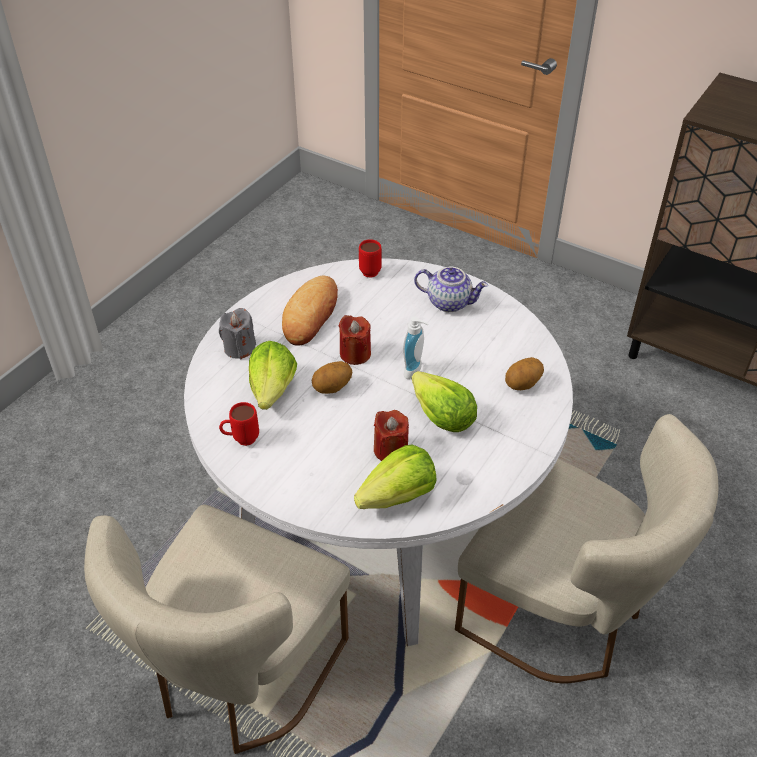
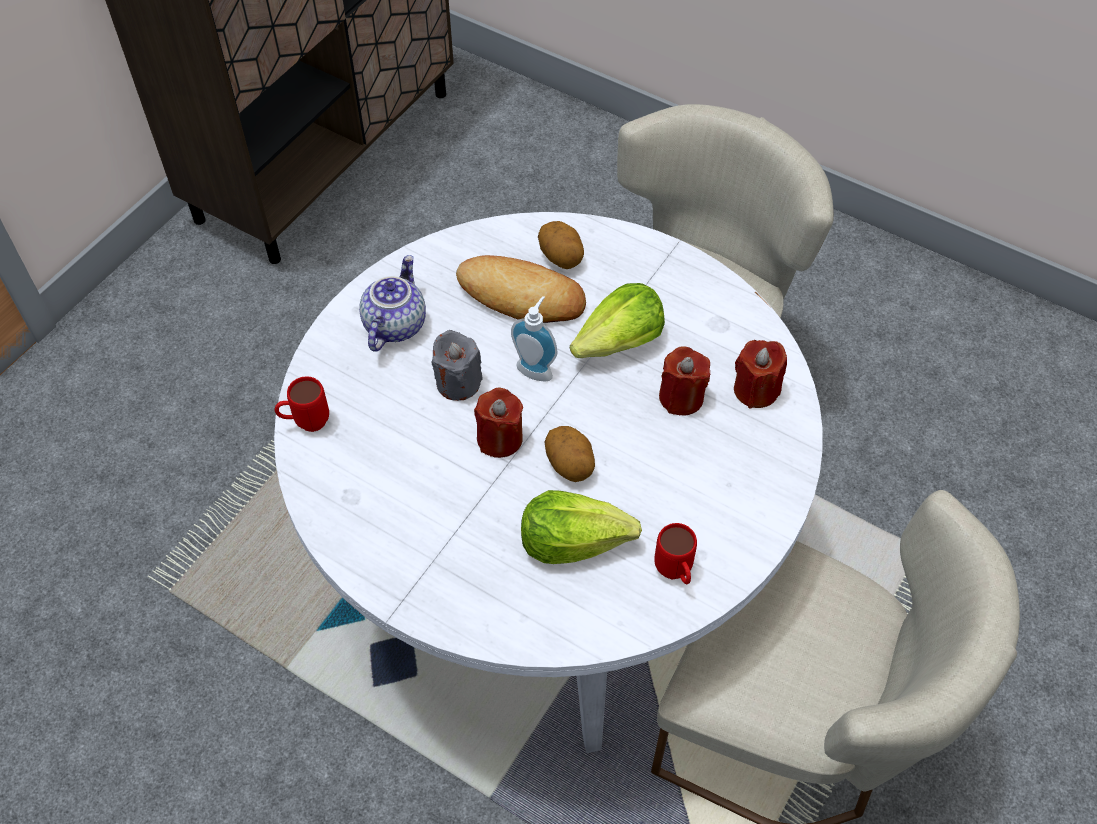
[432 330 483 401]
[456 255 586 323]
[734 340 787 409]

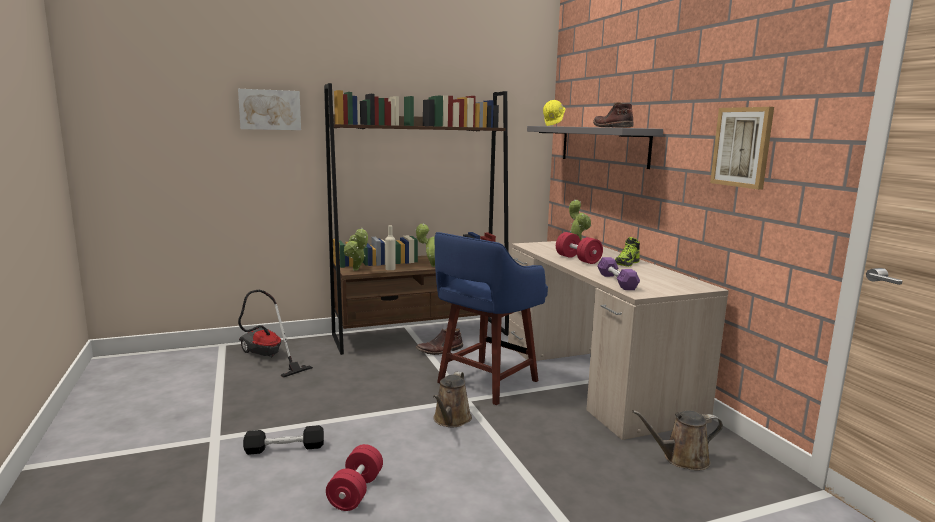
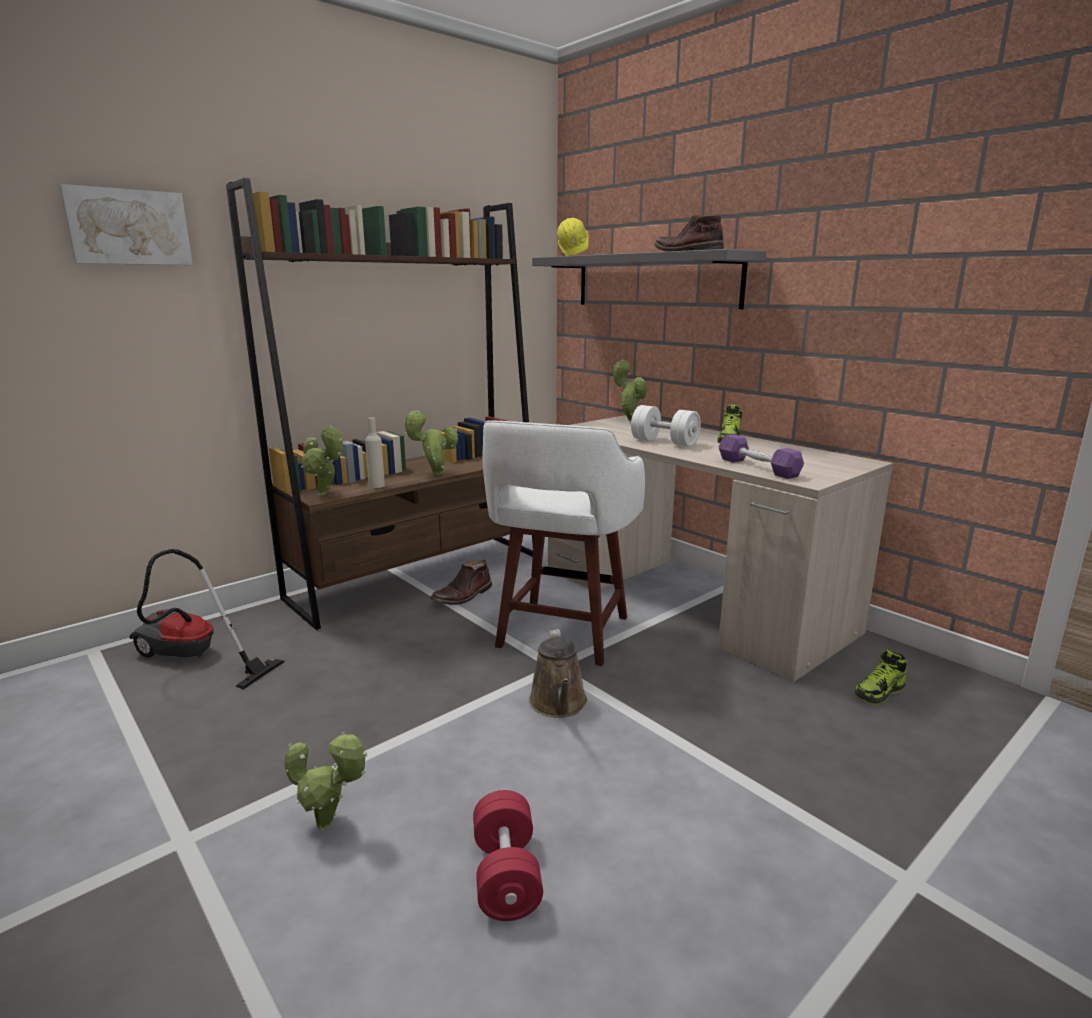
[710 107 774 190] (first image)
[284 731 367 831]
[855 650 907 705]
[483 420 645 666]
[631 405 701 447]

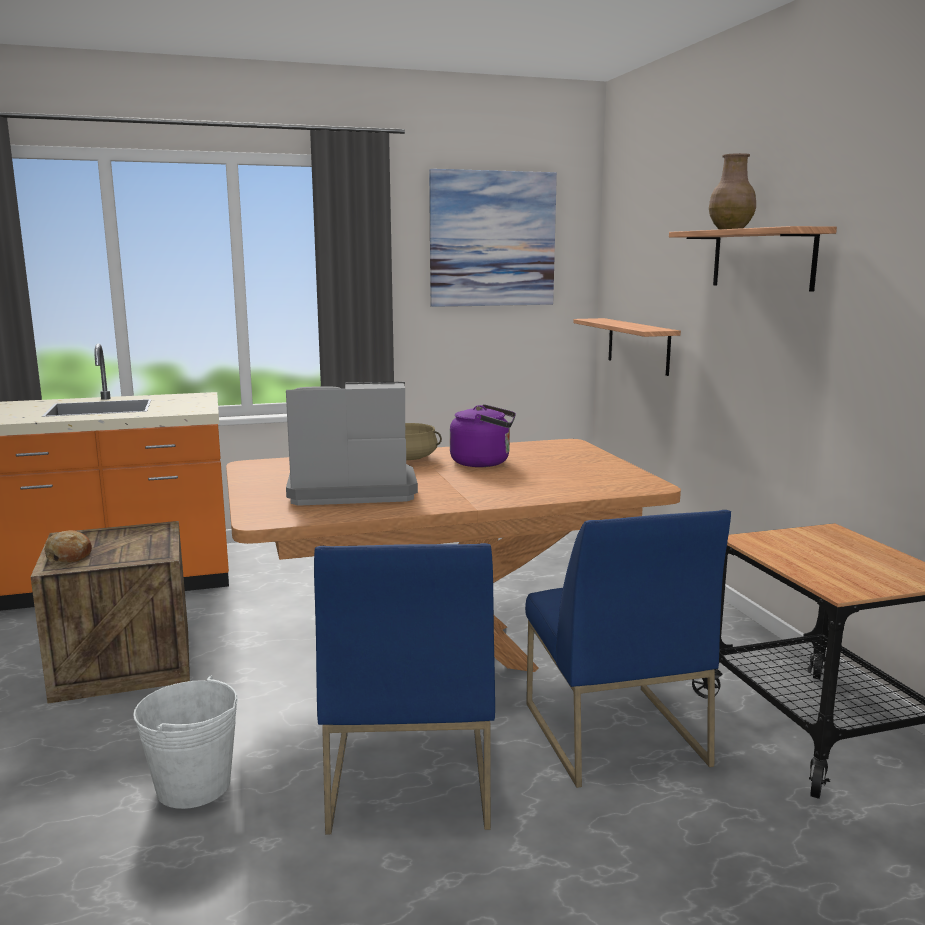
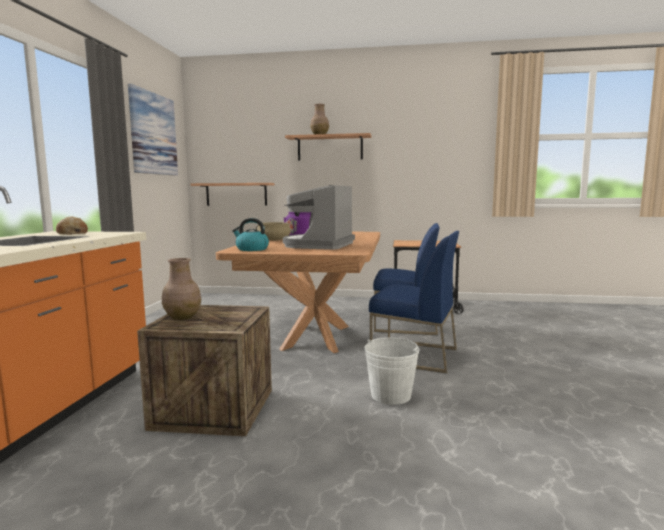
[162 258 201 320]
[232 218 269 251]
[56 216 88 234]

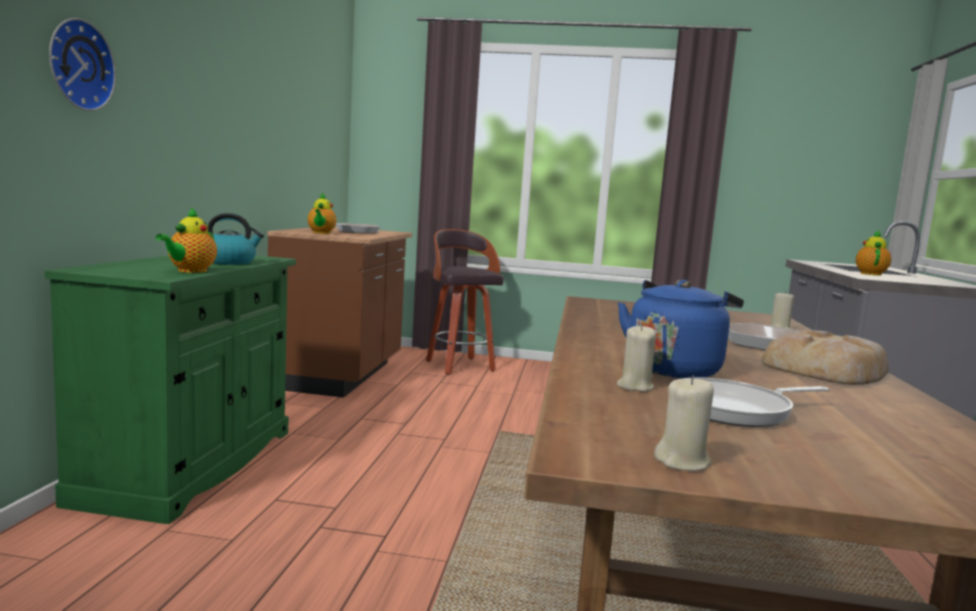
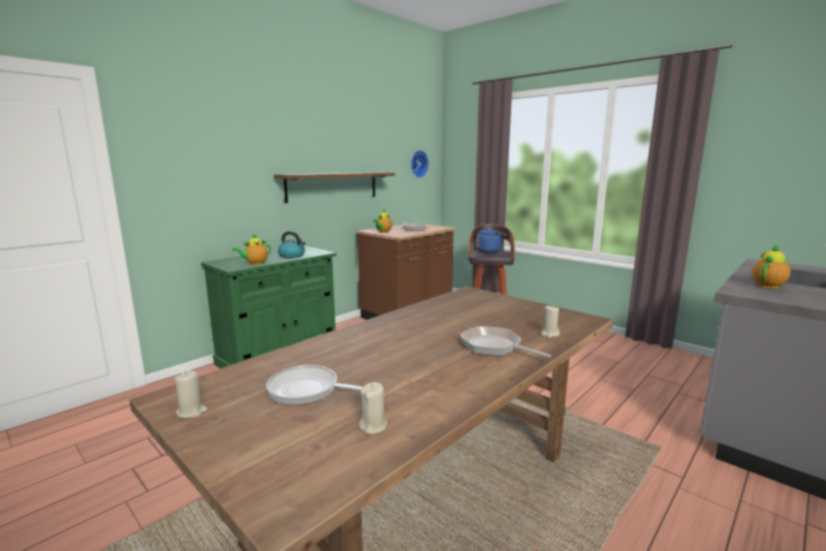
[761 330 889 385] (first image)
[274 172 395 203]
[411 150 429 178]
[358 382 387 434]
[476 228 506 253]

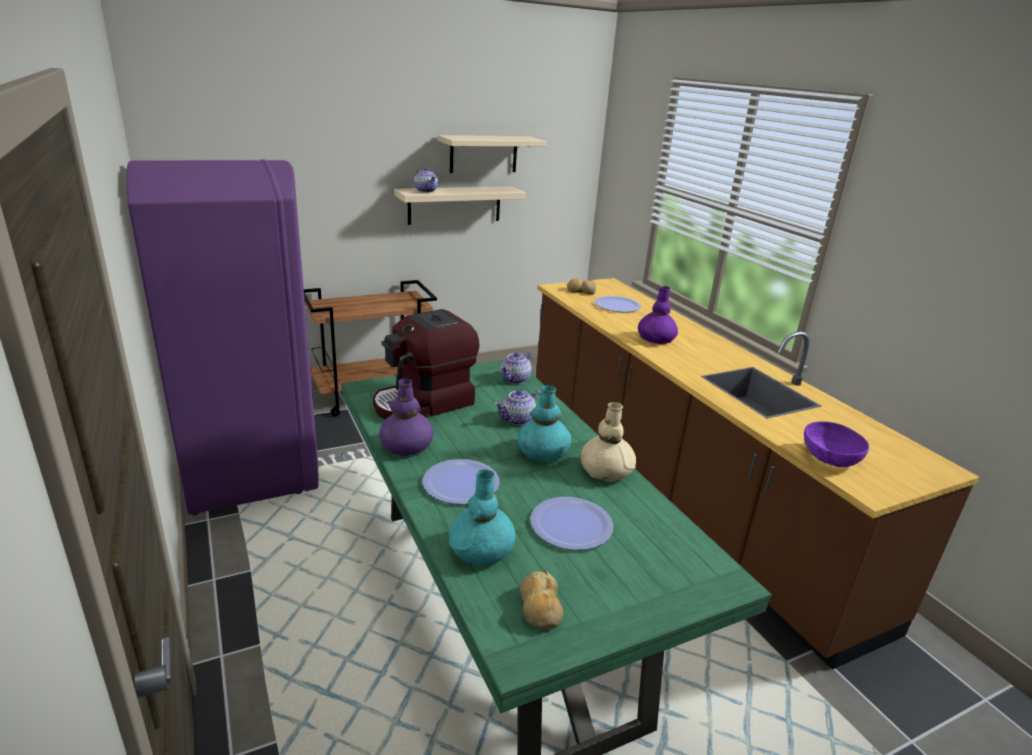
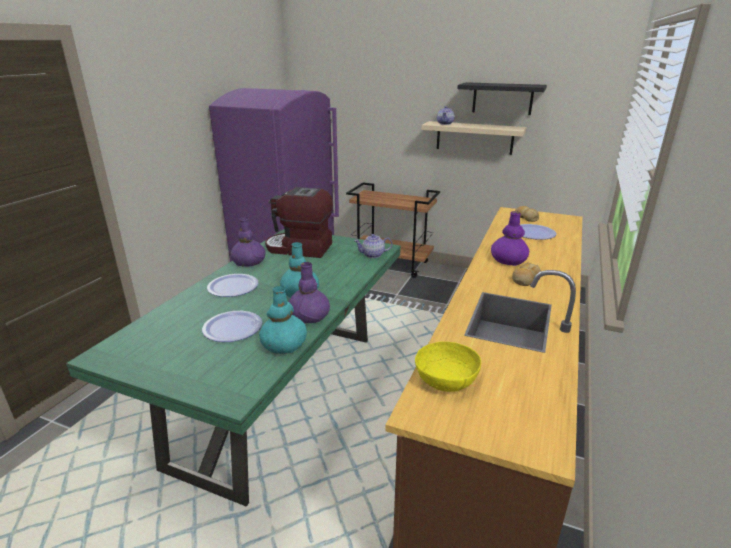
[494 389 541 425] (first image)
[259 286 307 354]
[512 262 541 286]
[457 82 547 115]
[289 262 330 323]
[415 341 481 392]

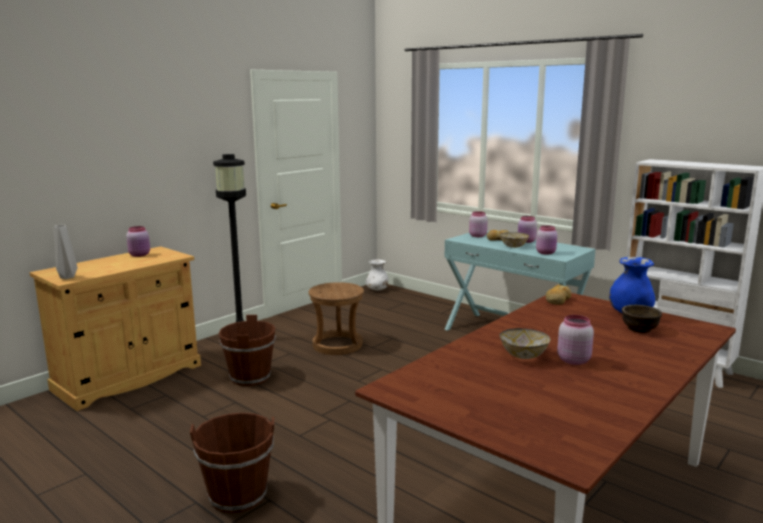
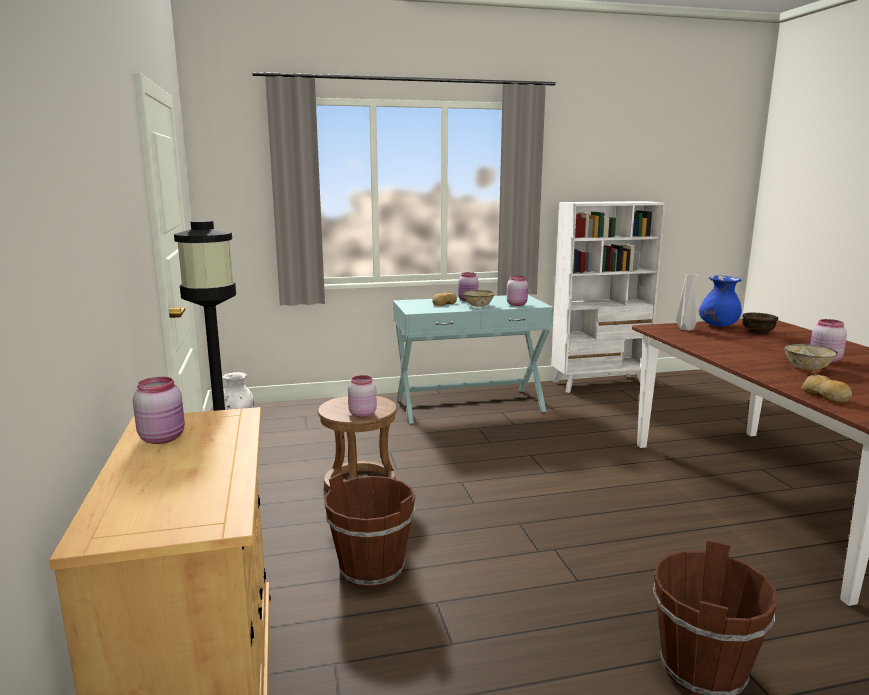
[676 274 698 331]
[348 375 377 417]
[801 374 852 403]

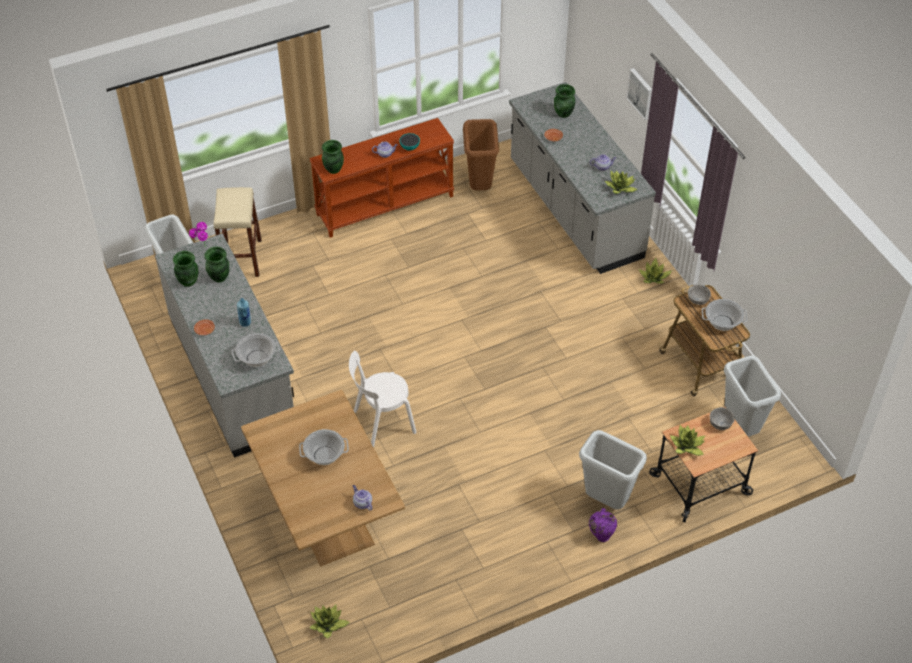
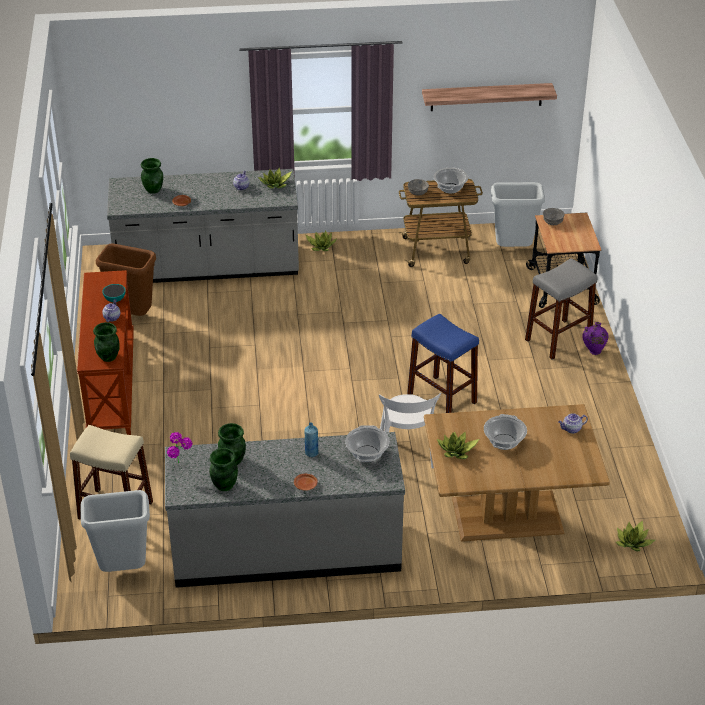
[626 68 652 120] (first image)
[407 314 479 413]
[422 83 557 111]
[437 431 479 459]
[525 258 598 360]

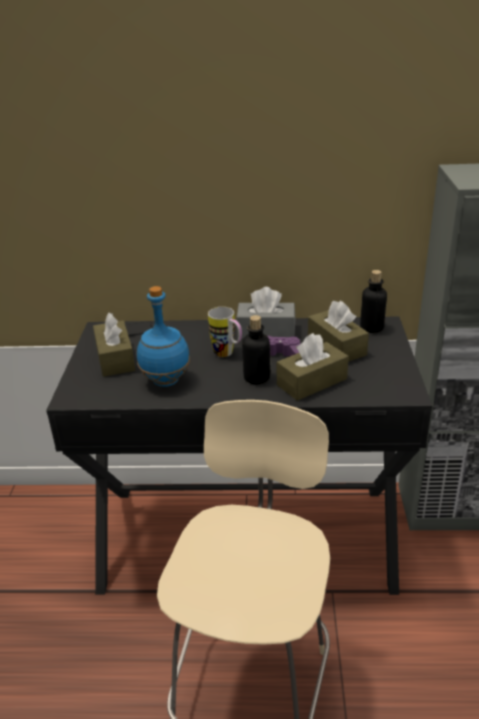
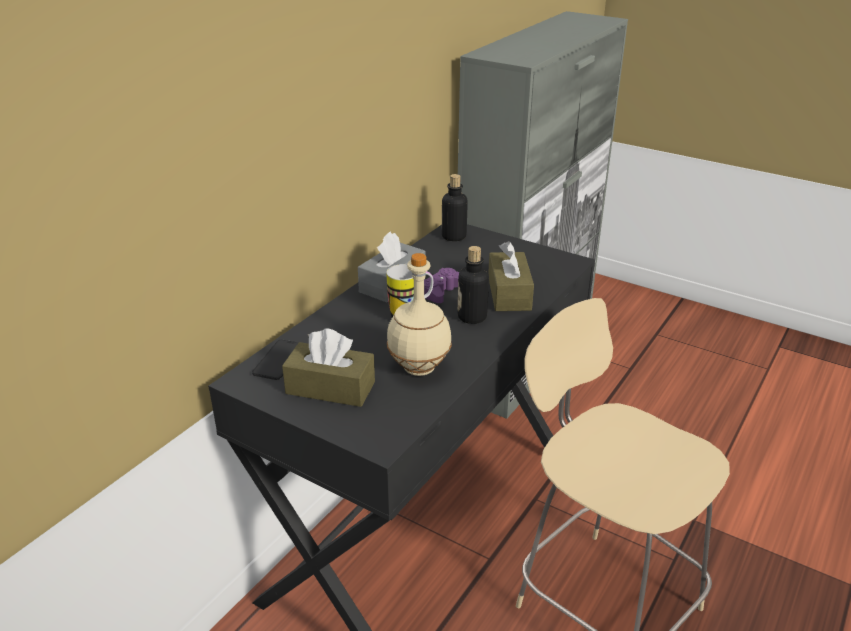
[308 301 369 362] (first image)
[387 253 452 376]

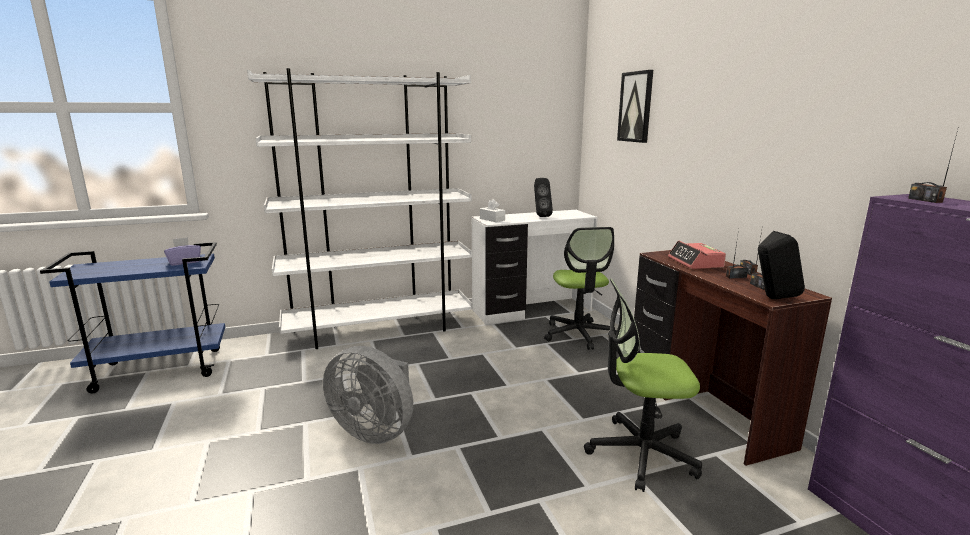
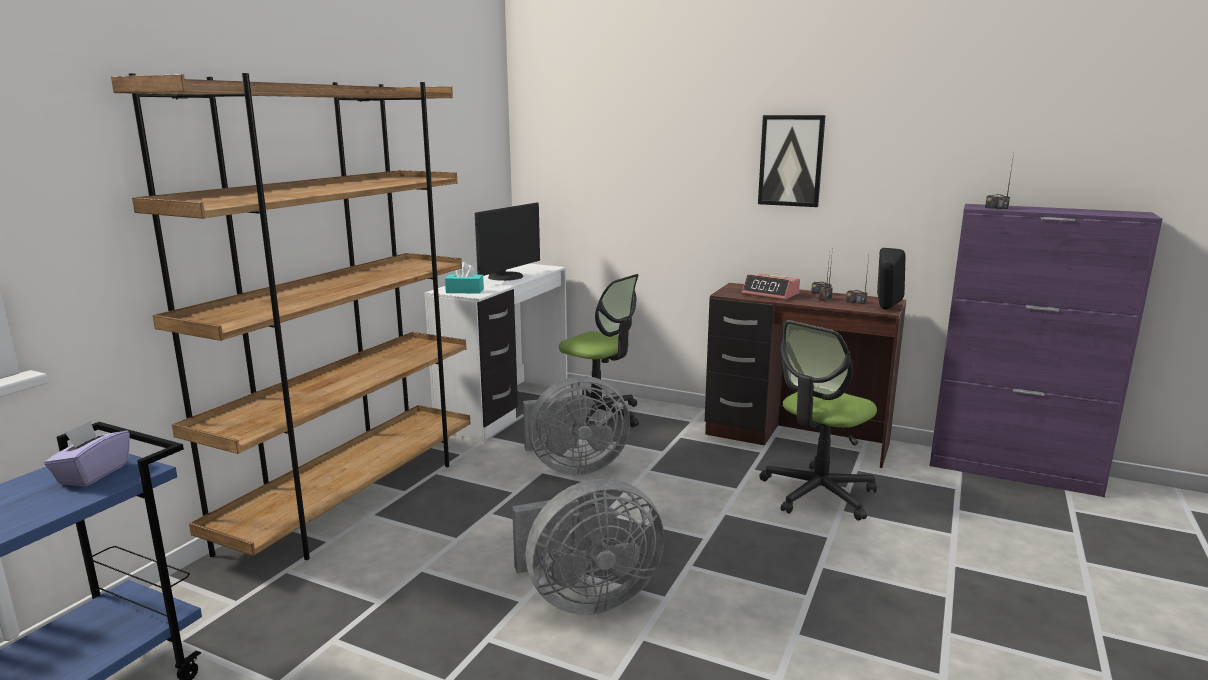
[523 376 630 476]
[758 115 826 207]
[475 202 540 281]
[111 73 470 560]
[445 262 484 294]

